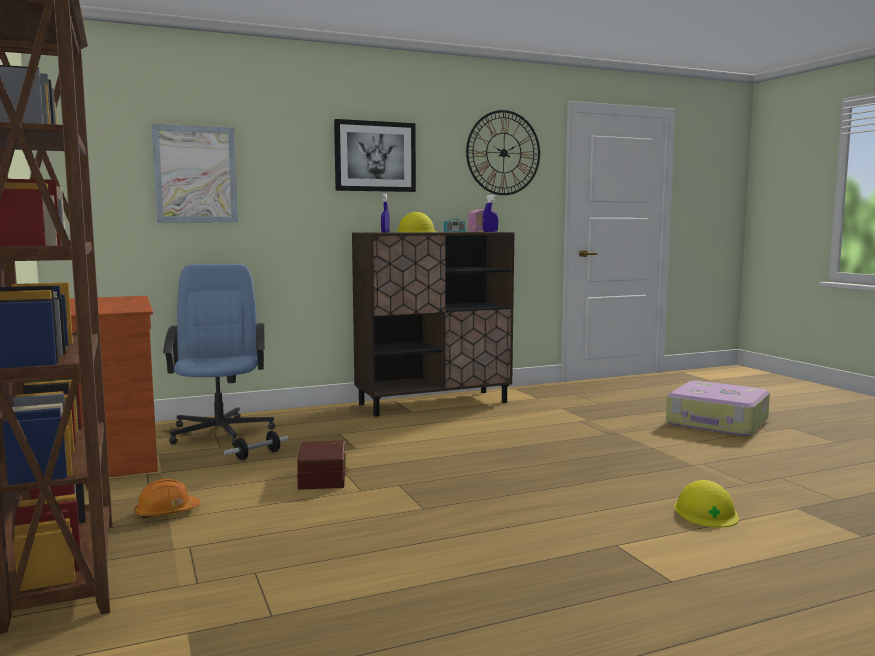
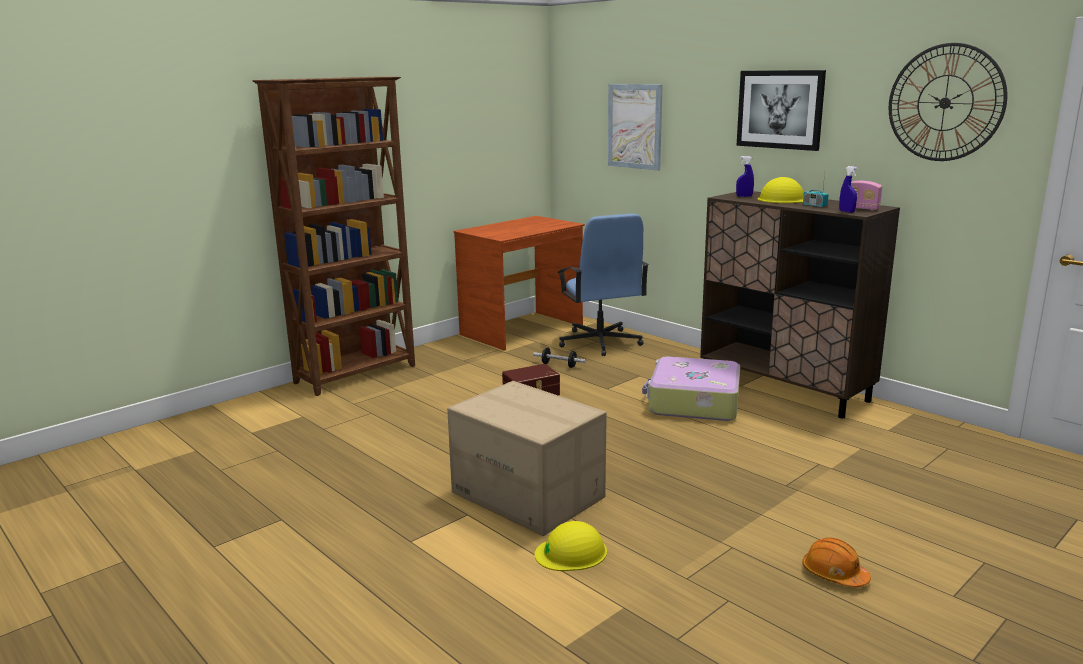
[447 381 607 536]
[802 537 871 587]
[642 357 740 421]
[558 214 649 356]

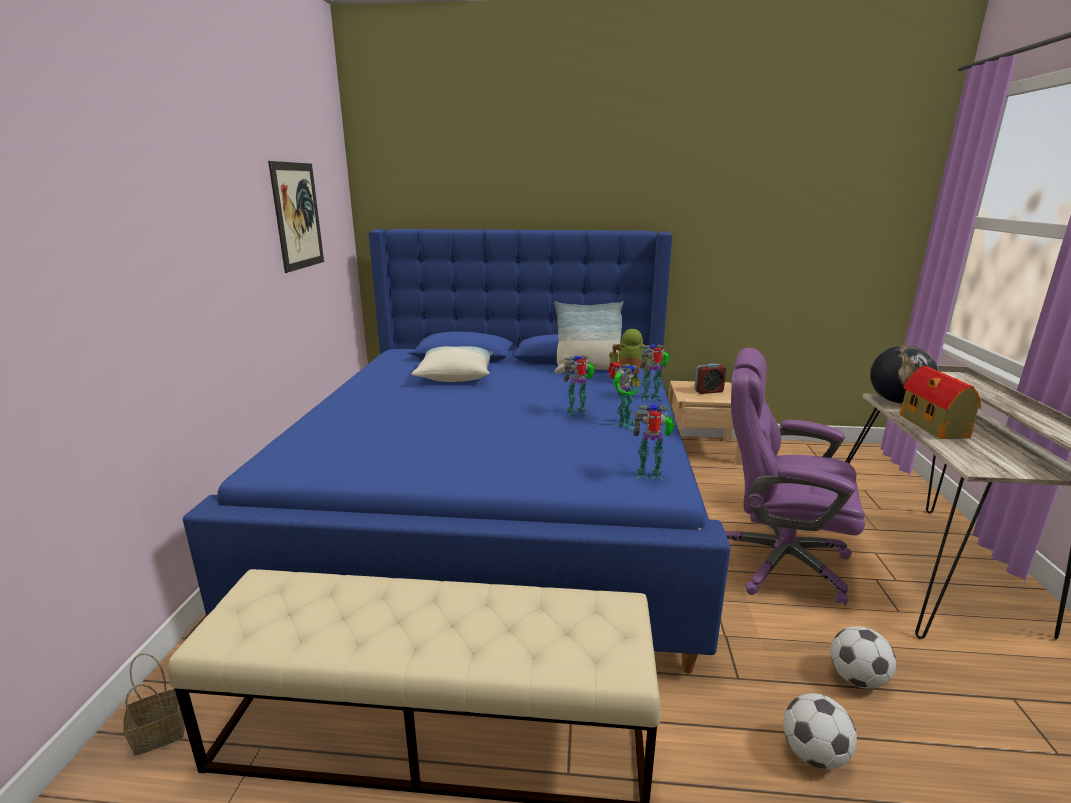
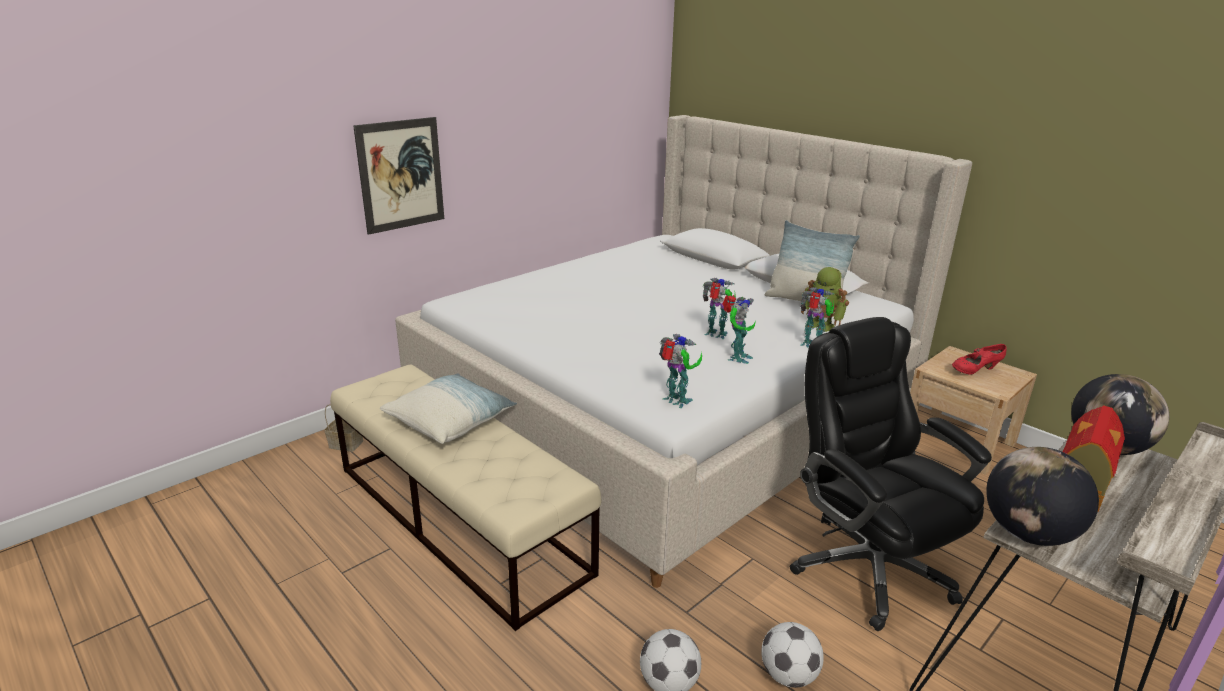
[986 447 1099 546]
[353 117 444 235]
[380 373 517 444]
[952 344 1007 375]
[395 115 972 588]
[790 317 992 631]
[722 295 756 364]

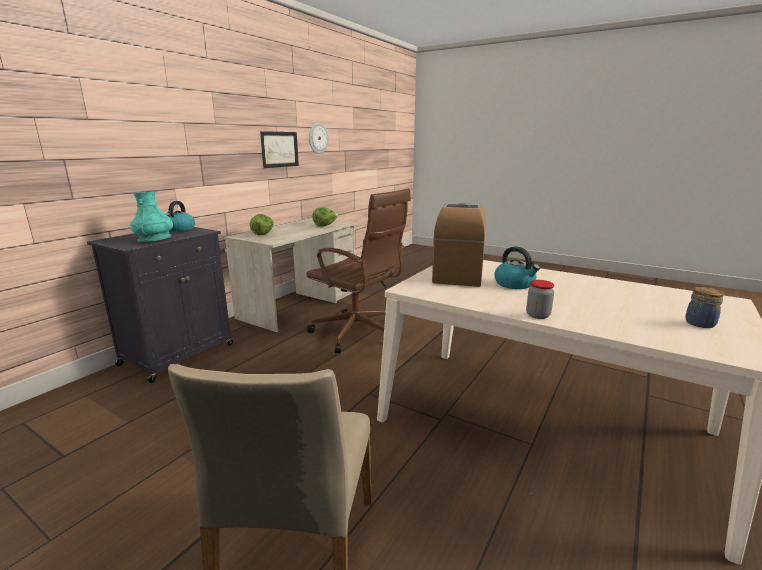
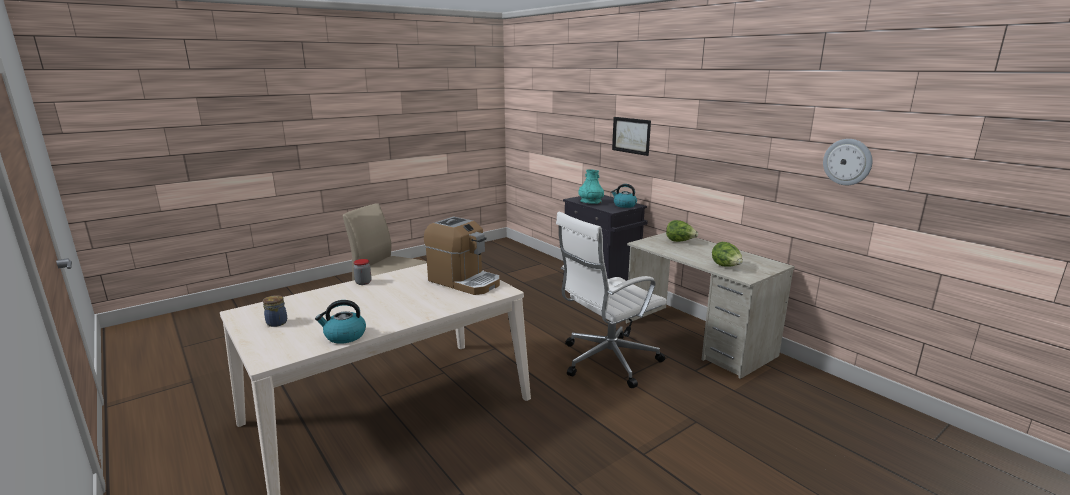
[612 117 651 156]
[315 300 366 344]
[556 212 667 388]

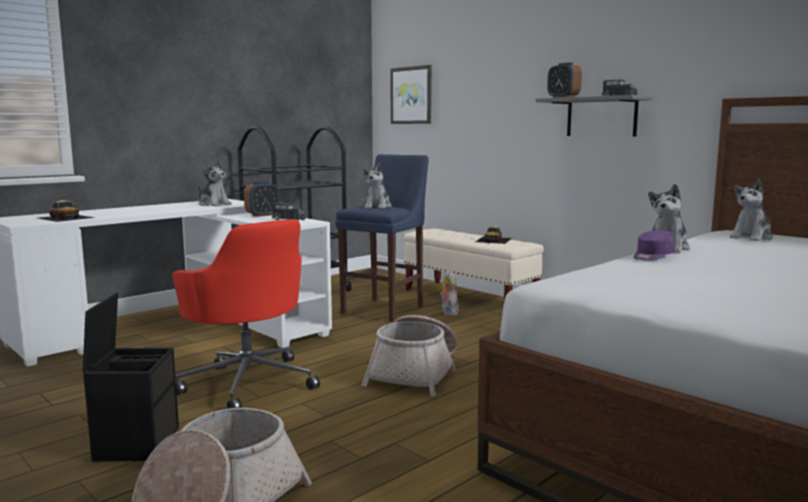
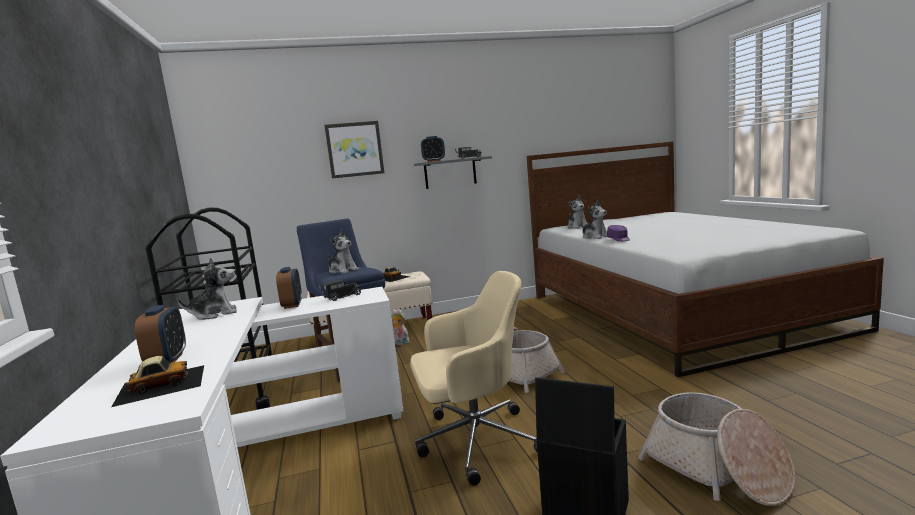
[135 305 186 363]
[324 121 384 178]
[410 271 538 486]

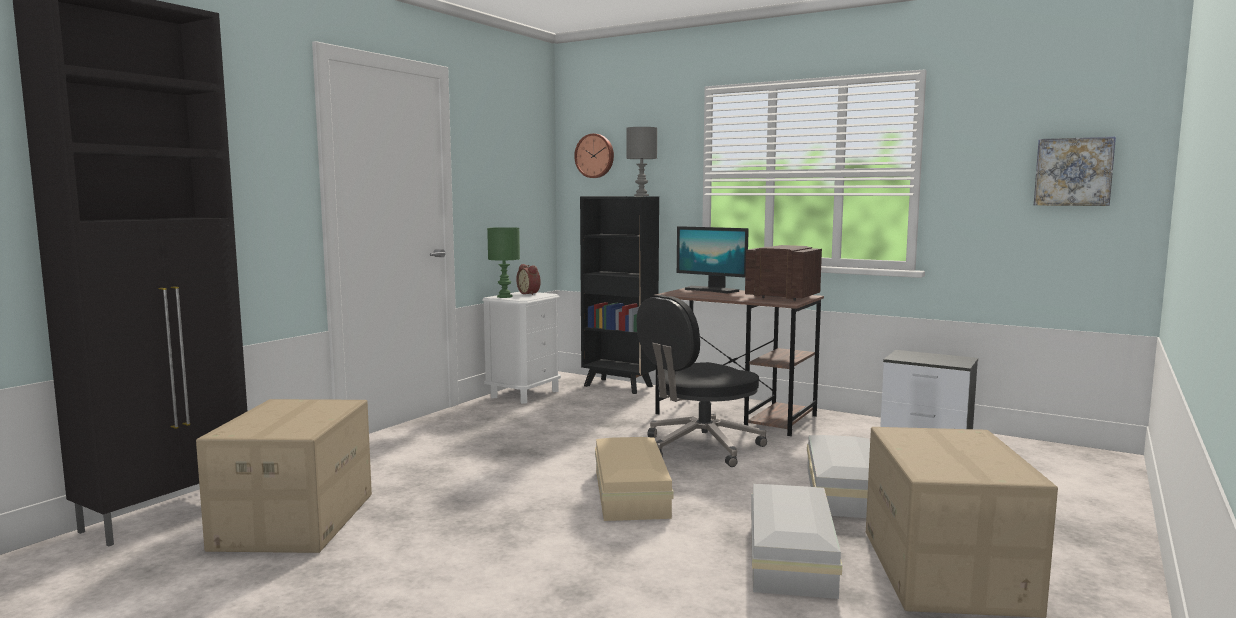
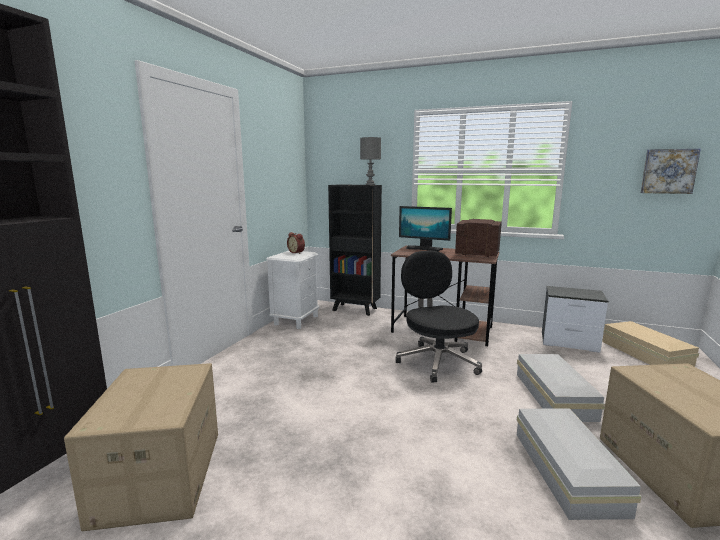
[487 227 520 298] (first image)
[574 134 614 178] (first image)
[602 321 699 367]
[396 251 482 383]

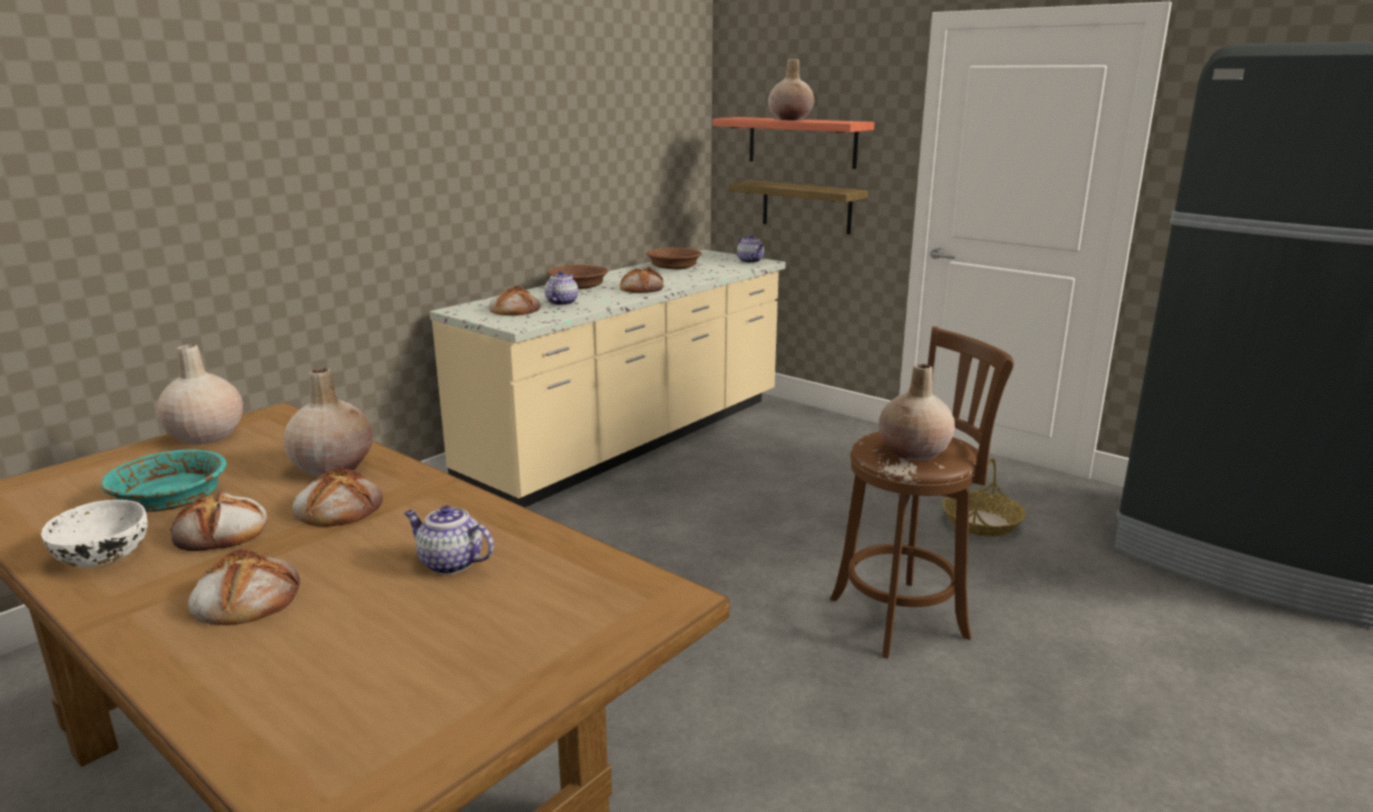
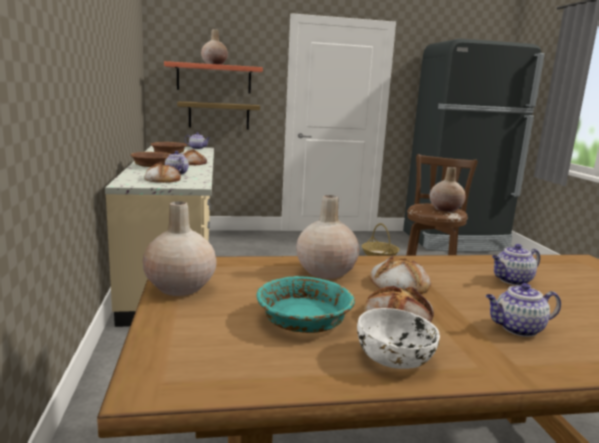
[486 283 561 337]

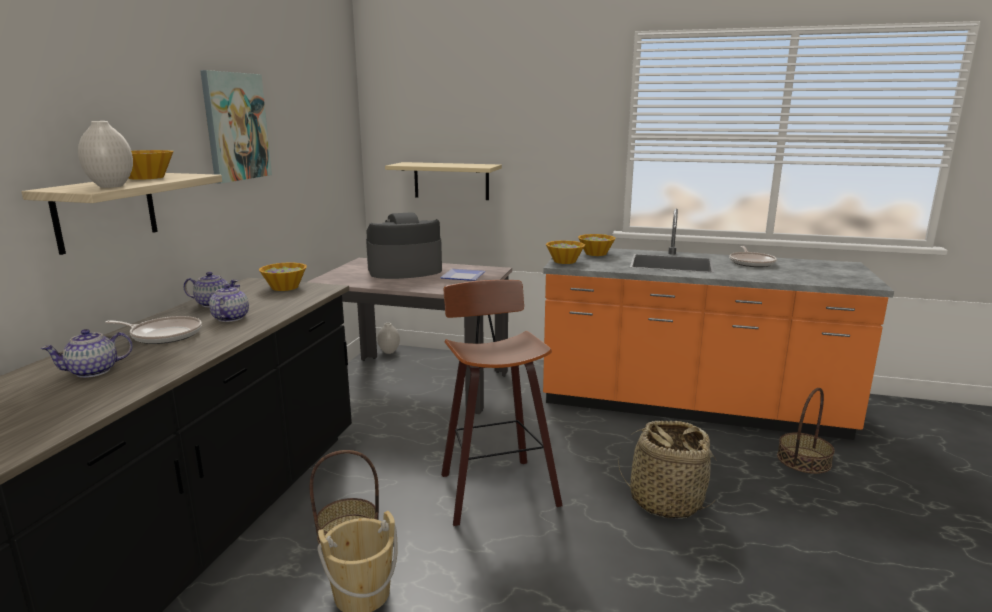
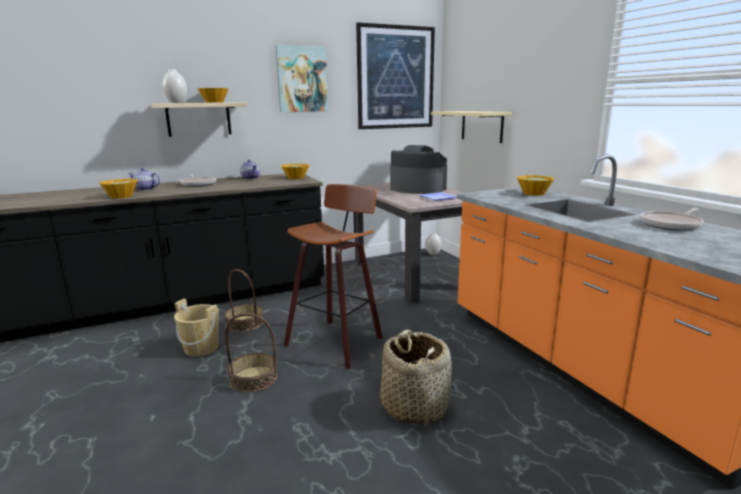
[209 284 249 322] (first image)
[356 22 435 129]
[99 179 138 199]
[225 313 277 393]

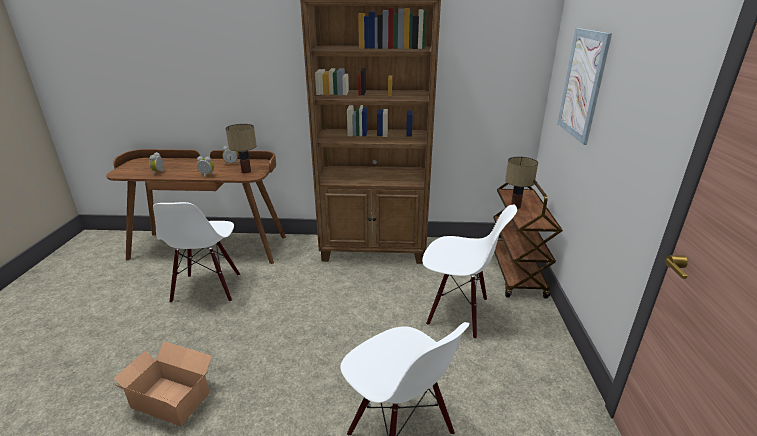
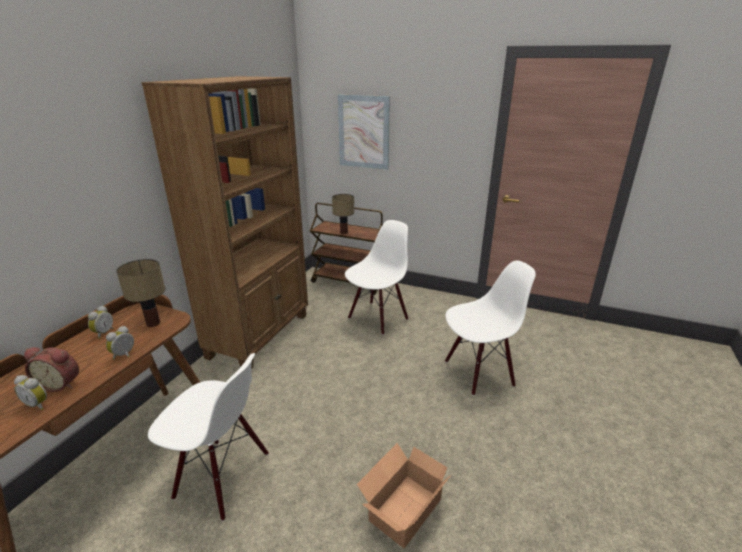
[24 347 79 392]

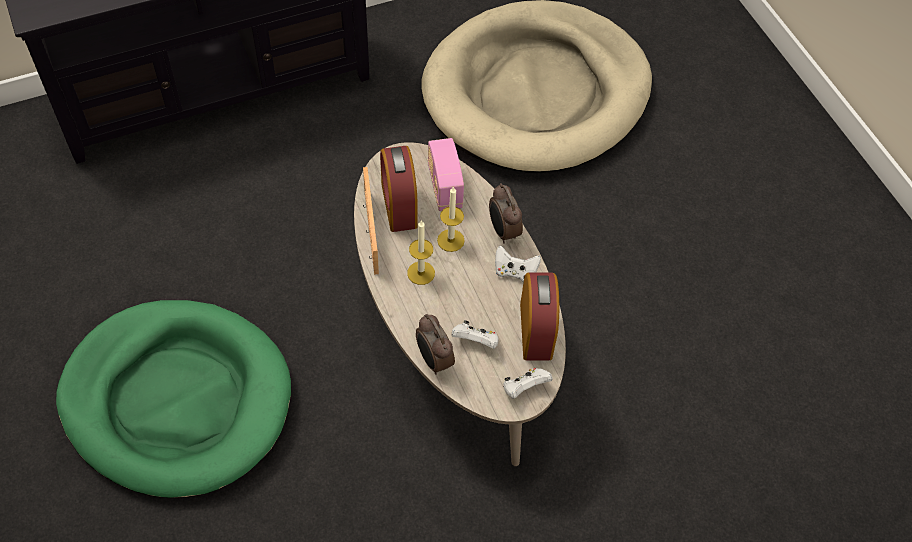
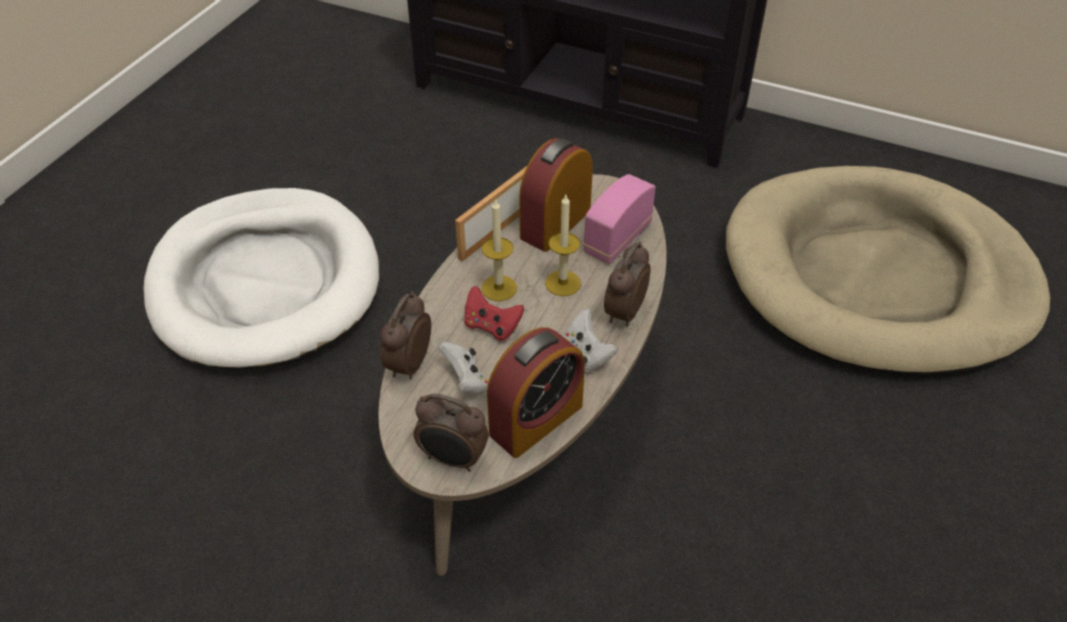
[465 286 524 341]
[414 393 489 472]
[143 188 379 370]

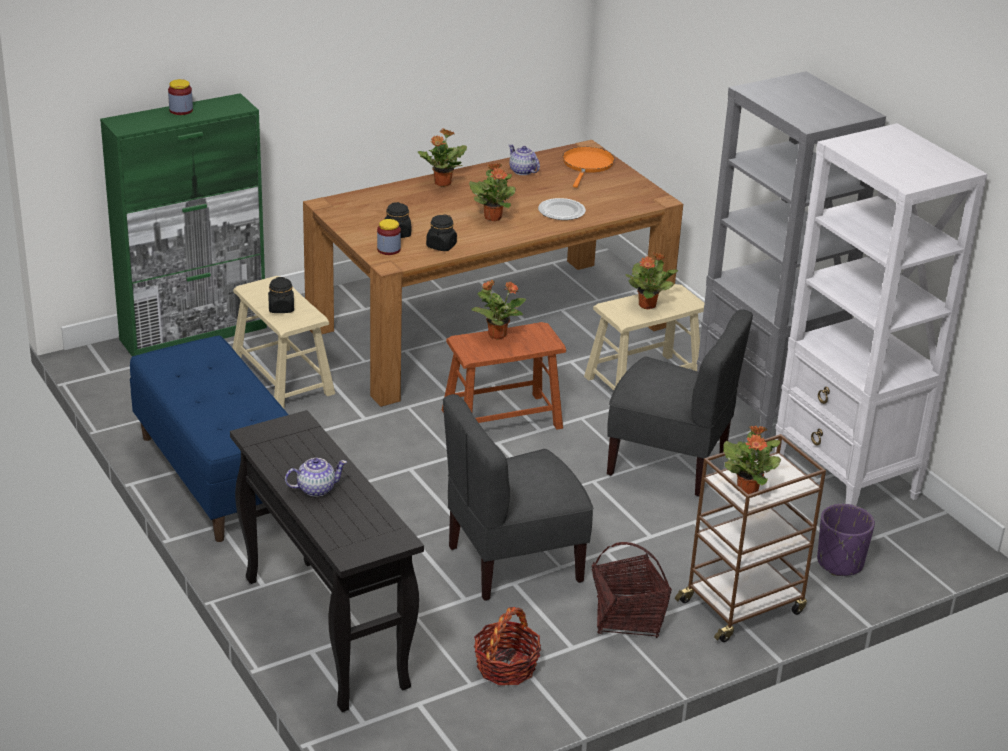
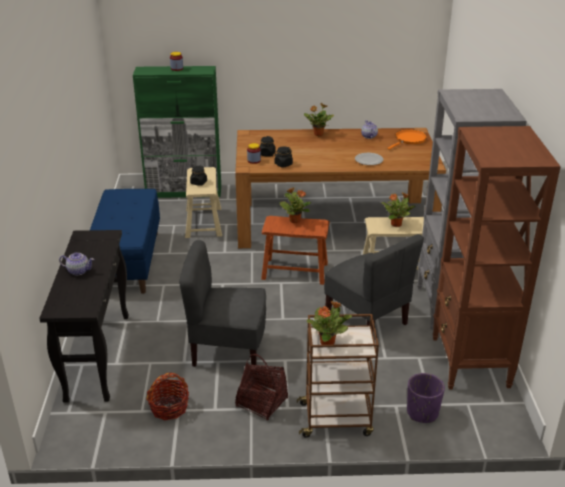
[469 163 515 221] (first image)
[433 126 561 390]

